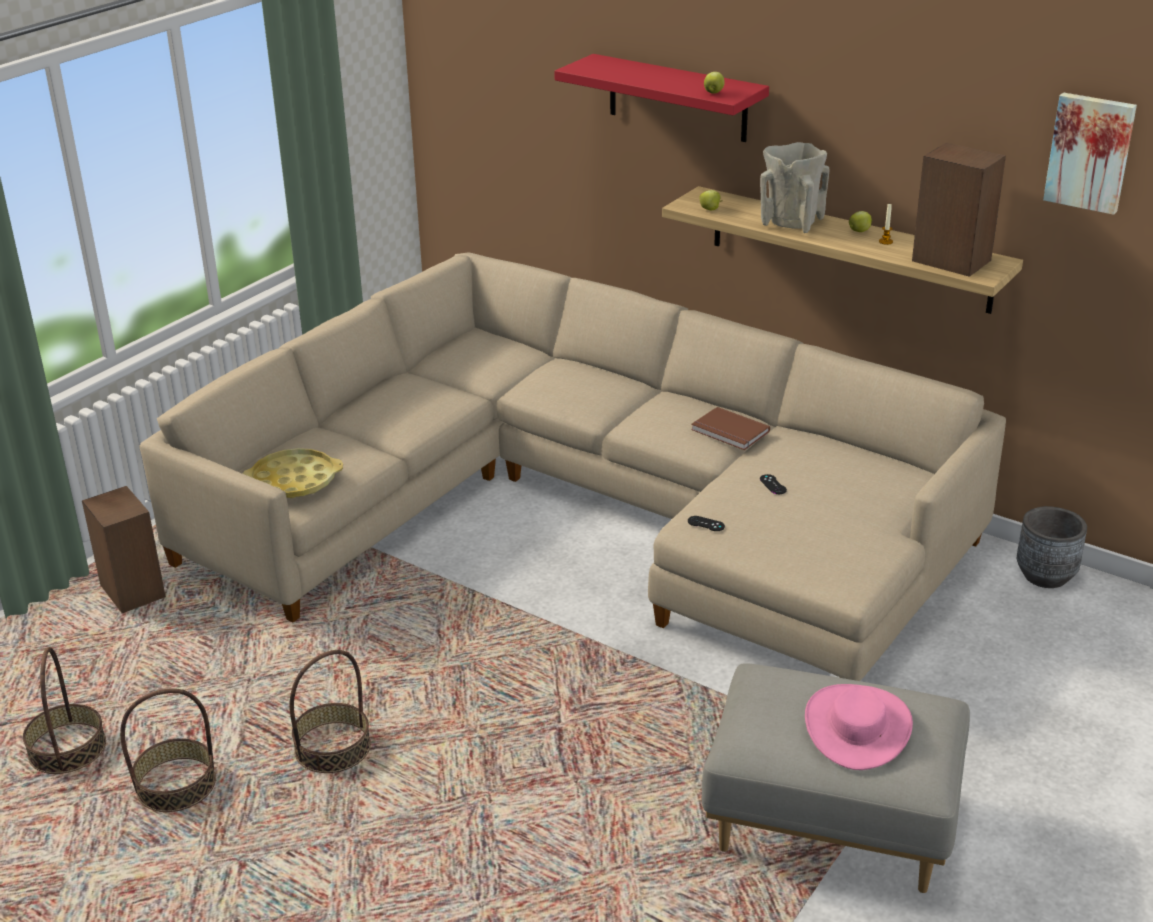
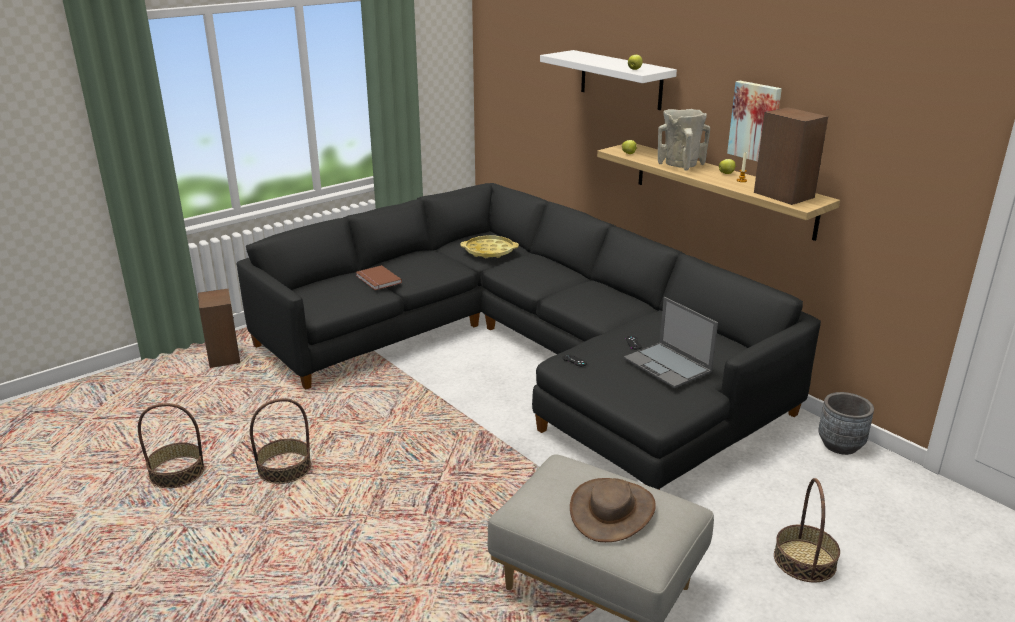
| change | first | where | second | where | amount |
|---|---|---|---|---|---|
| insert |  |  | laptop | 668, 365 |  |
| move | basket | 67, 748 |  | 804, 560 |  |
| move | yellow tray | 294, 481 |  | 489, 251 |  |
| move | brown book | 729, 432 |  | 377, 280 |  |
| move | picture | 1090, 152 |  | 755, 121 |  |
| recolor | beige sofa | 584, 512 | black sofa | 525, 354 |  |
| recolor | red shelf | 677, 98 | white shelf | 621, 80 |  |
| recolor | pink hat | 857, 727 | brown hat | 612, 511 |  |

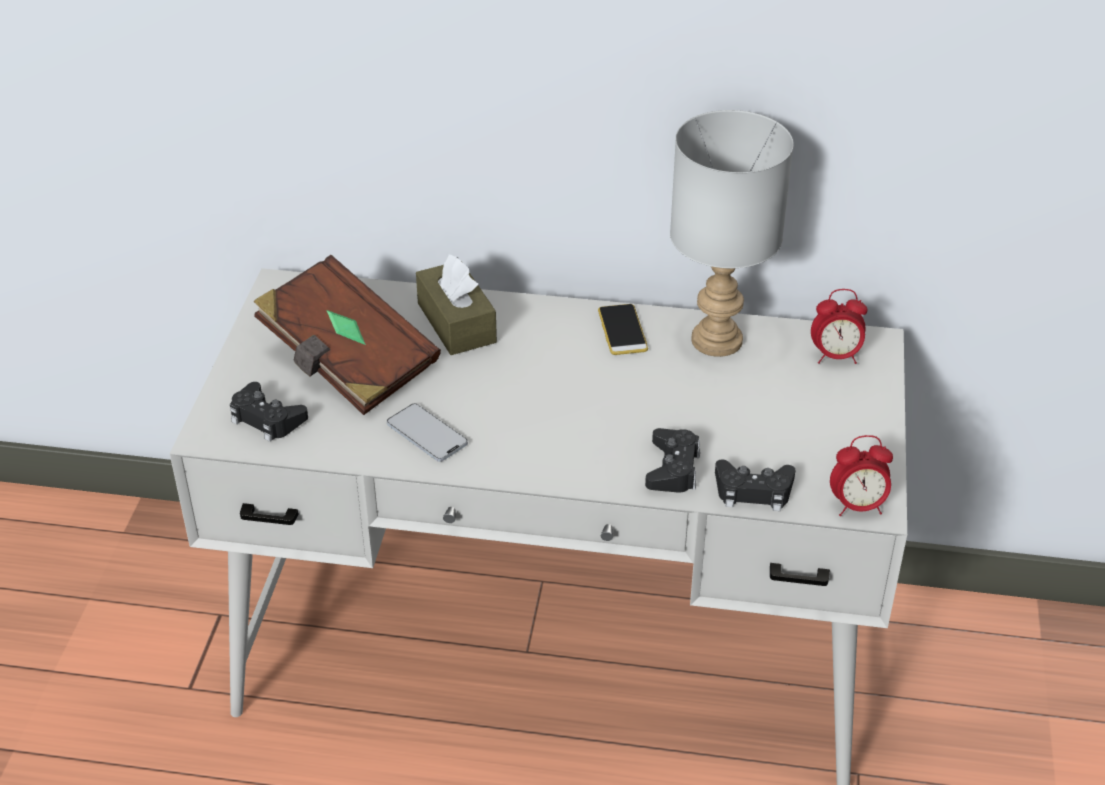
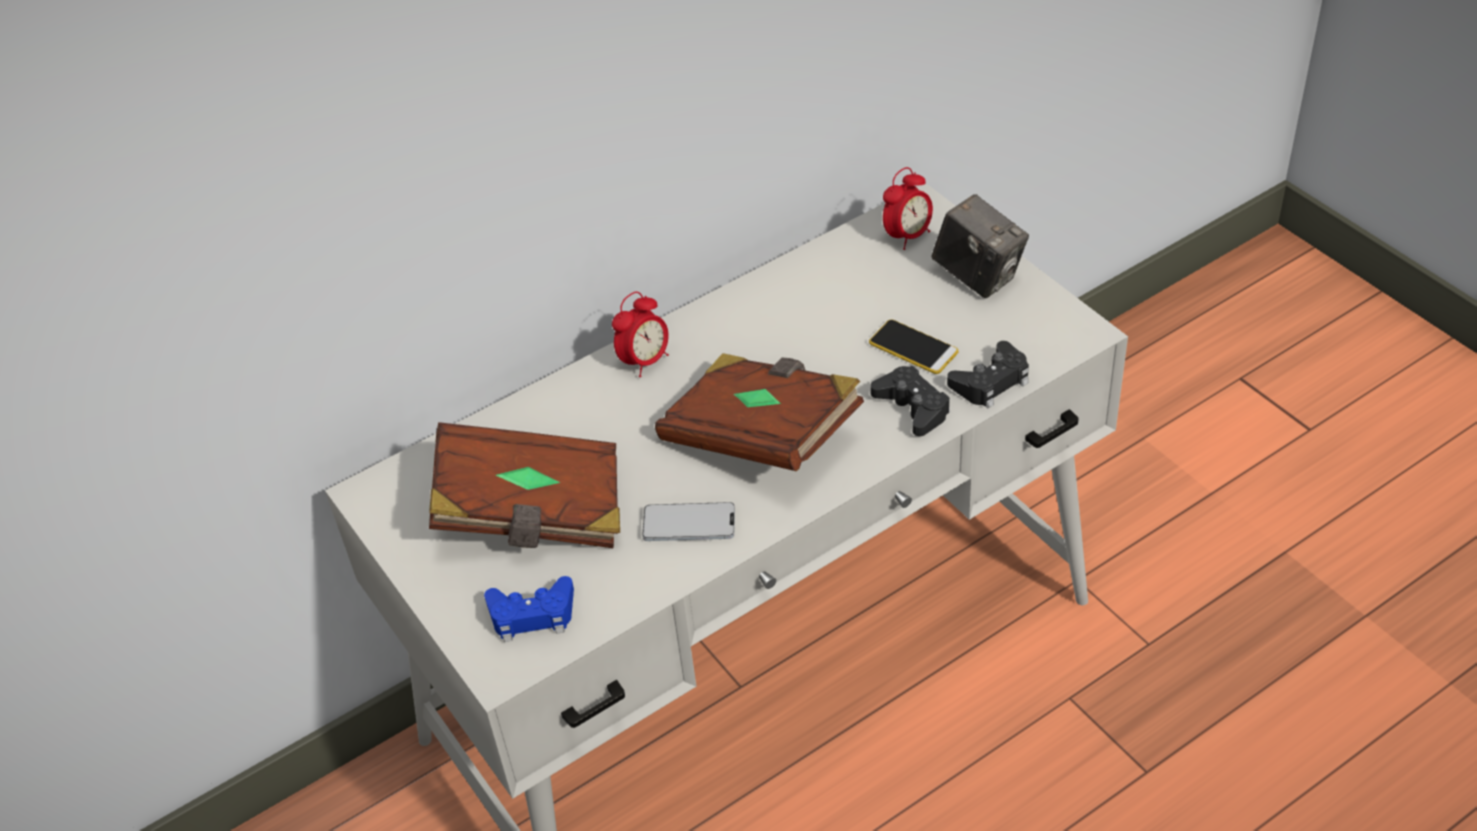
| change | first | where | second | where | amount |
|---|---|---|---|---|---|
| delete | brown tissue box | 456, 323 |  |  |  |
| delete | grey table lamp | 716, 339 |  |  |  |
| insert |  |  | brown book | 762, 436 |  |
| insert |  |  | photo camera | 978, 276 |  |
| move | phone | 622, 330 |  | 913, 347 |  |
| move | alarm clock | 857, 506 |  | 645, 361 |  |
| recolor | black game controller | 266, 418 | blue game controller | 532, 615 |  |

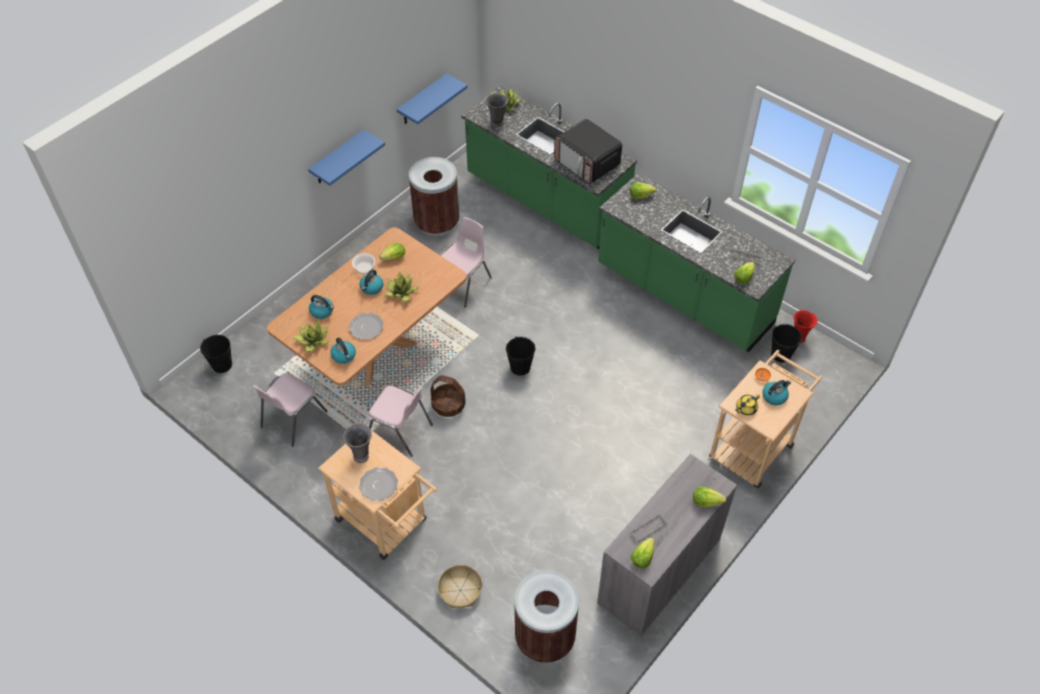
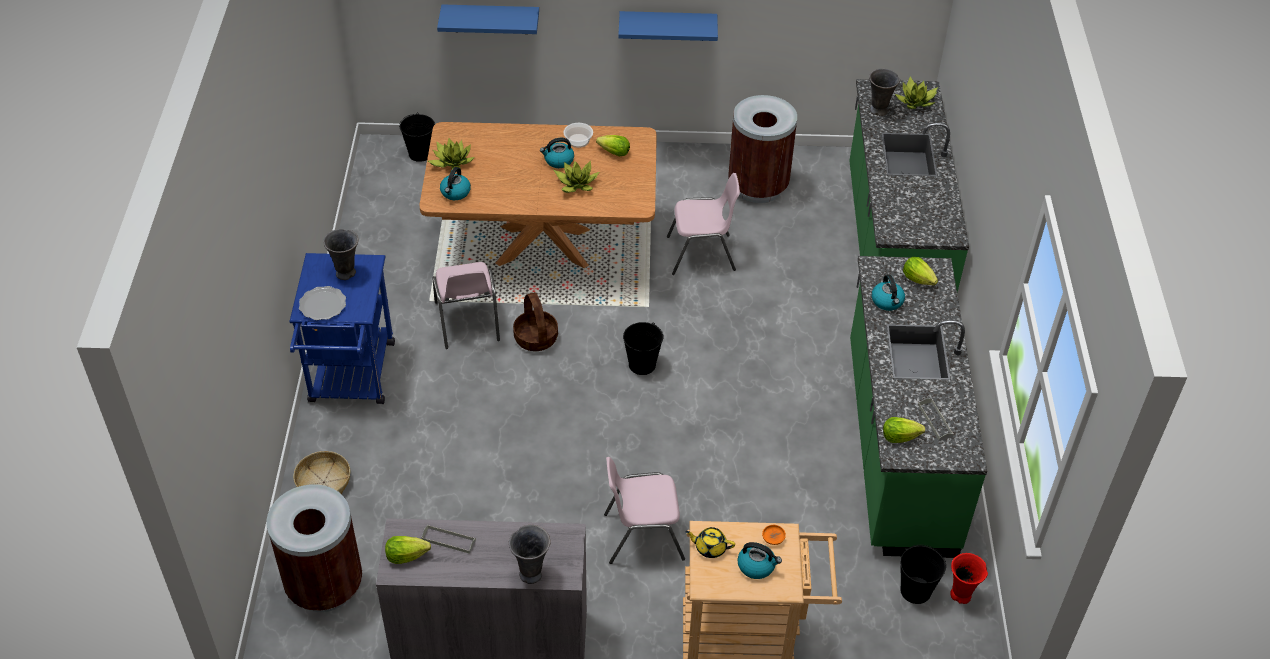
| change | first | where | second | where | amount |
|---|---|---|---|---|---|
| delete | plate | 366, 327 |  |  |  |
| delete | microwave | 587, 163 |  |  |  |
| move | pink chair | 292, 419 |  | 642, 535 |  |
| move | kettle | 322, 311 |  | 887, 301 |  |
| move | blue shelf | 422, 100 |  | 491, 19 |  |
| replace | lettuce | 706, 501 | grey vase | 531, 573 |  |
| recolor | beige cart | 387, 524 | blue cart | 351, 379 |  |

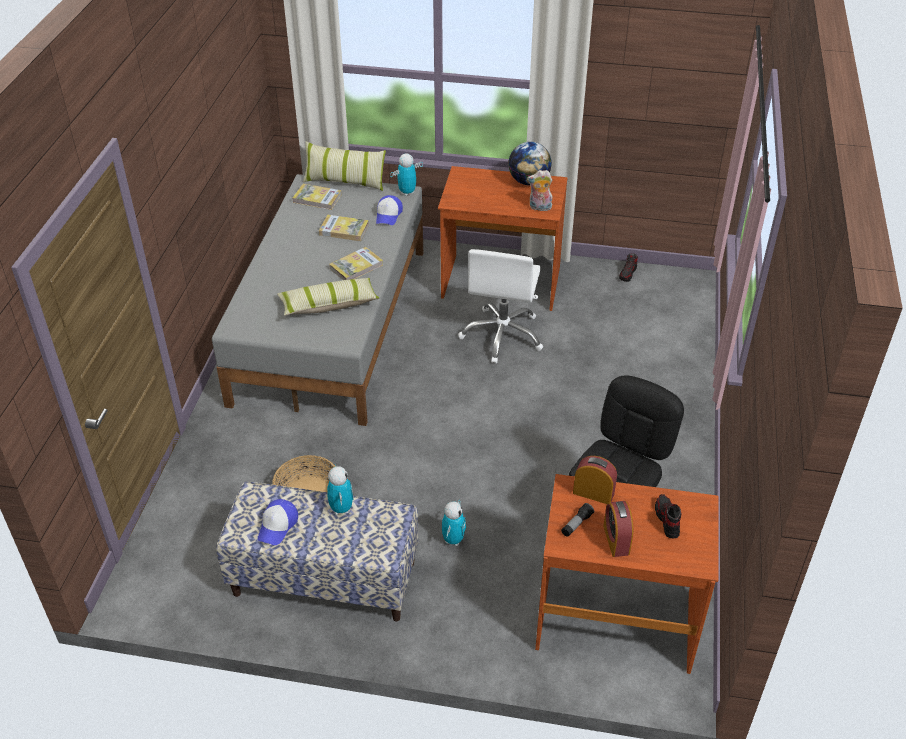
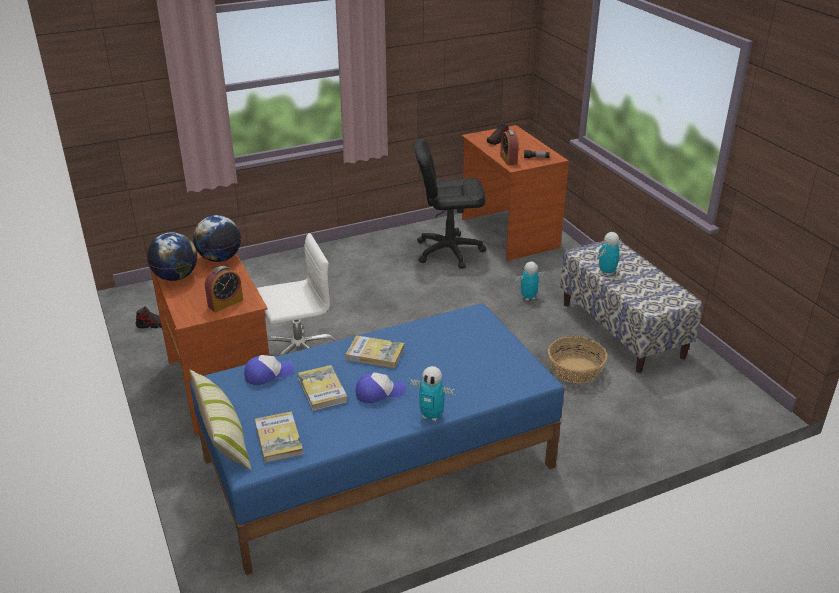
| change | first | where | second | where | amount |
|---|---|---|---|---|---|
| delete | pillow | 328, 305 |  |  |  |
| move | cap | 278, 526 |  | 379, 392 |  |
| move | toy robot | 407, 192 |  | 431, 415 |  |
| move | alarm clock | 616, 540 |  | 225, 303 |  |
| replace | plush toy | 539, 208 | globe | 220, 258 |  |
| recolor | grey bed | 333, 323 | blue bed | 377, 462 |  |

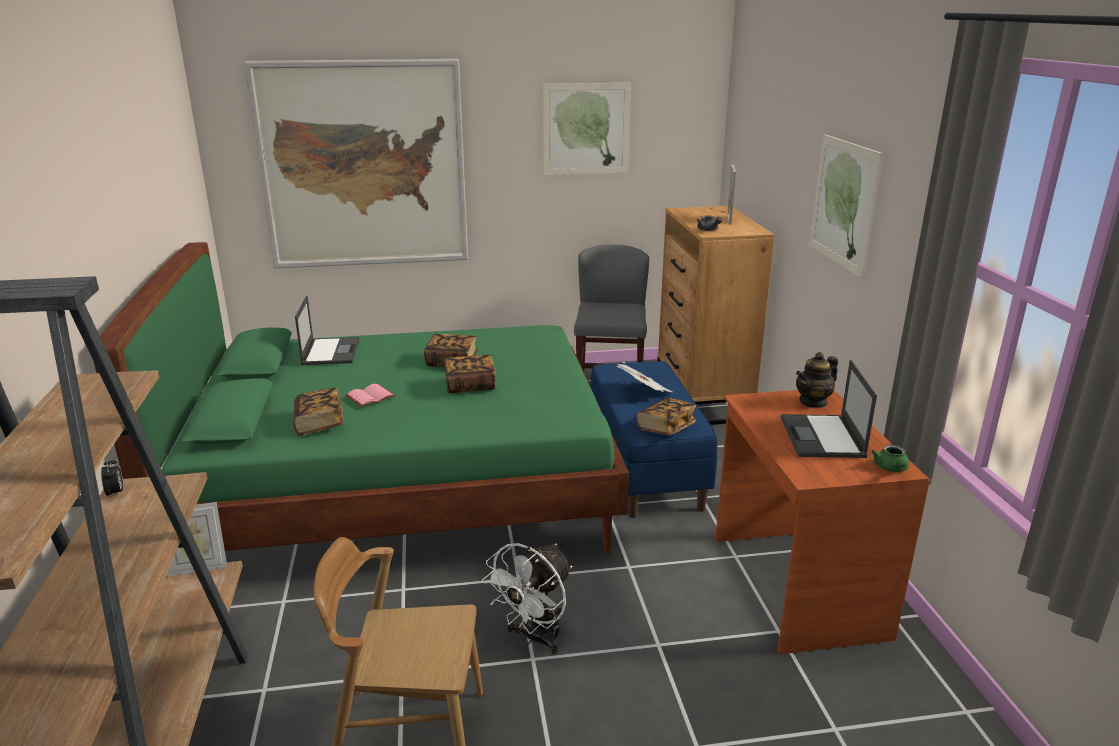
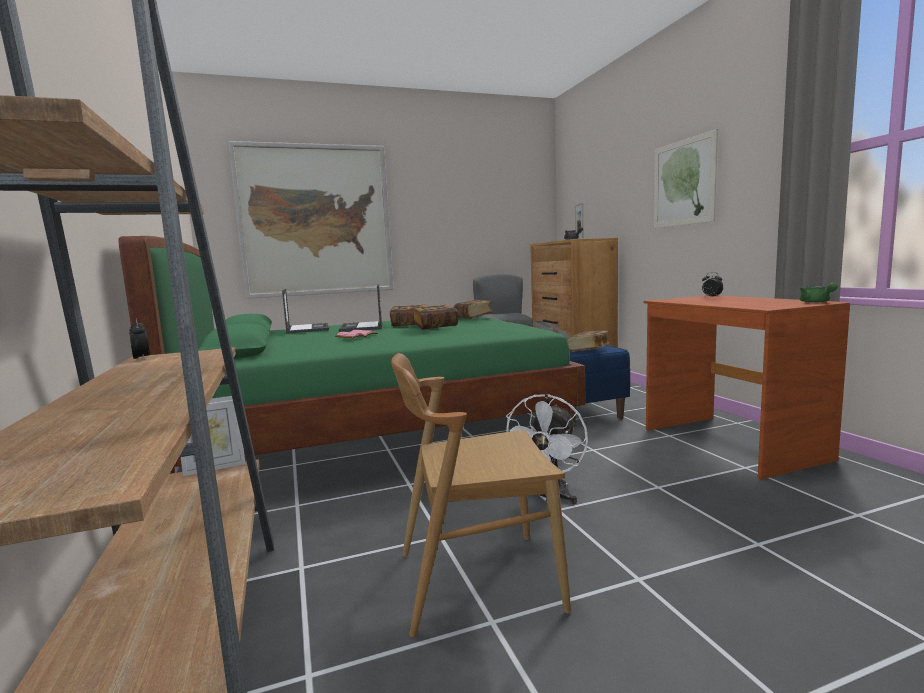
| change | first | where | second | where | amount |
|---|---|---|---|---|---|
| delete | picture | 586, 129 |  |  |  |
| move | book | 319, 423 |  | 473, 317 |  |
| move | laptop | 822, 437 |  | 362, 327 |  |
| replace | teapot | 813, 402 | alarm clock | 711, 297 |  |

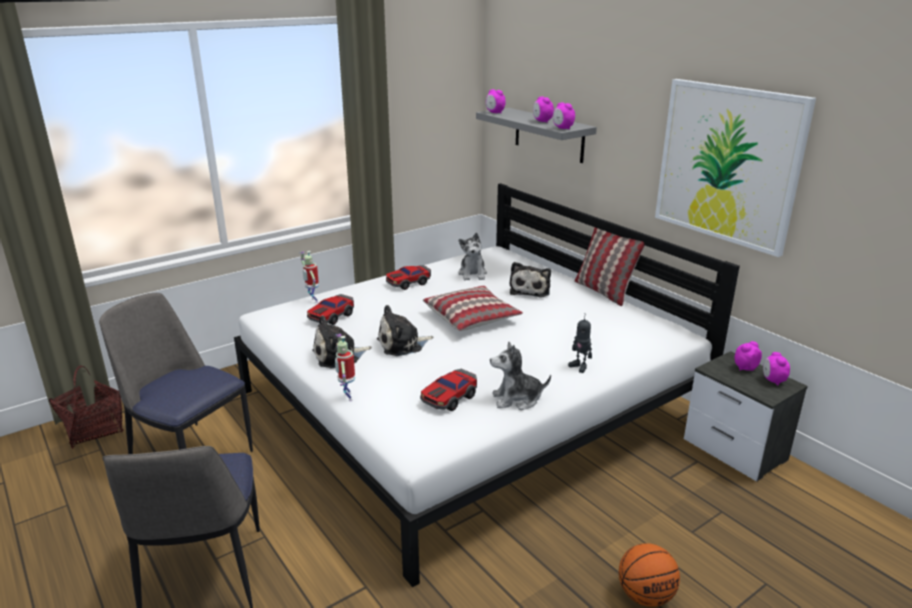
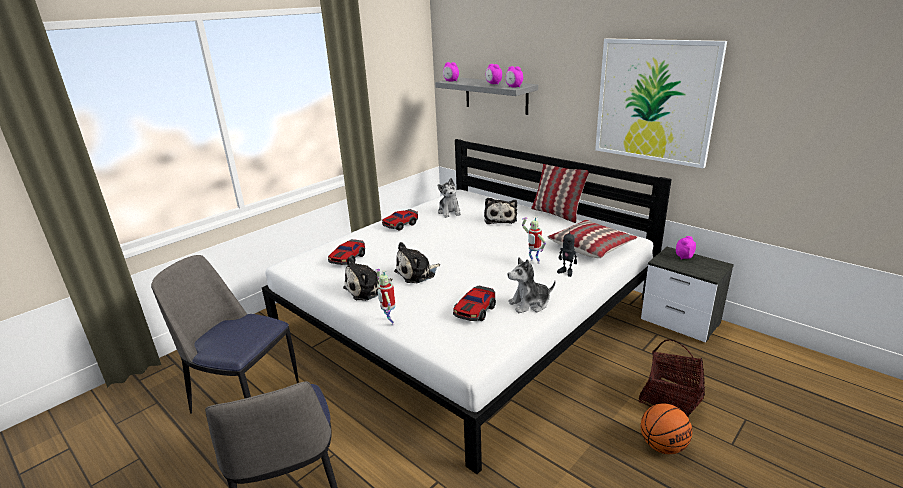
| change | first | where | second | where | amount |
|---|---|---|---|---|---|
| delete | alarm clock | 773, 380 |  |  |  |
| move | basket | 94, 429 |  | 670, 400 |  |
| move | toy robot | 313, 301 |  | 533, 262 |  |
| move | pillow | 471, 317 |  | 591, 246 |  |

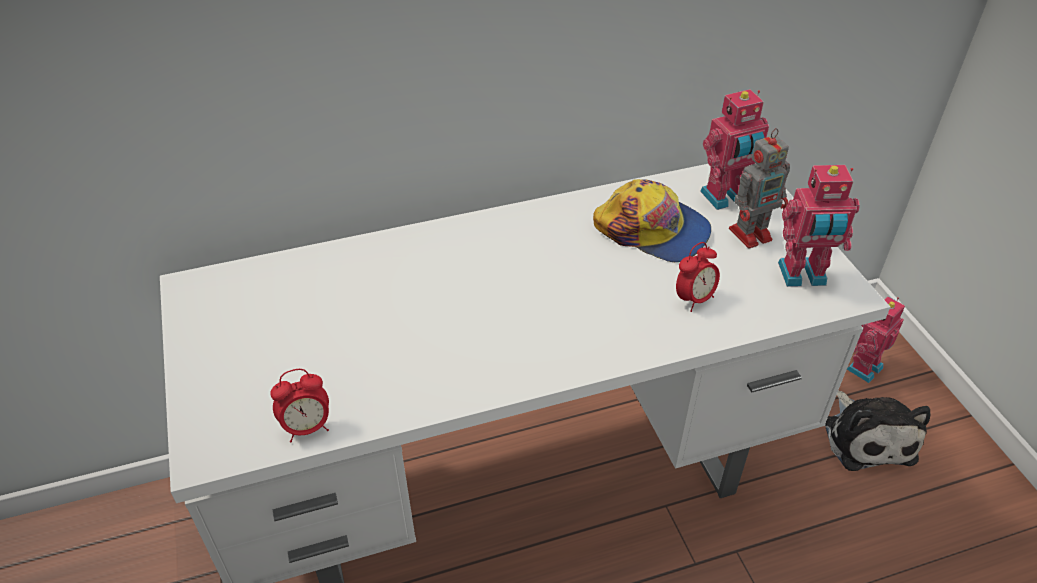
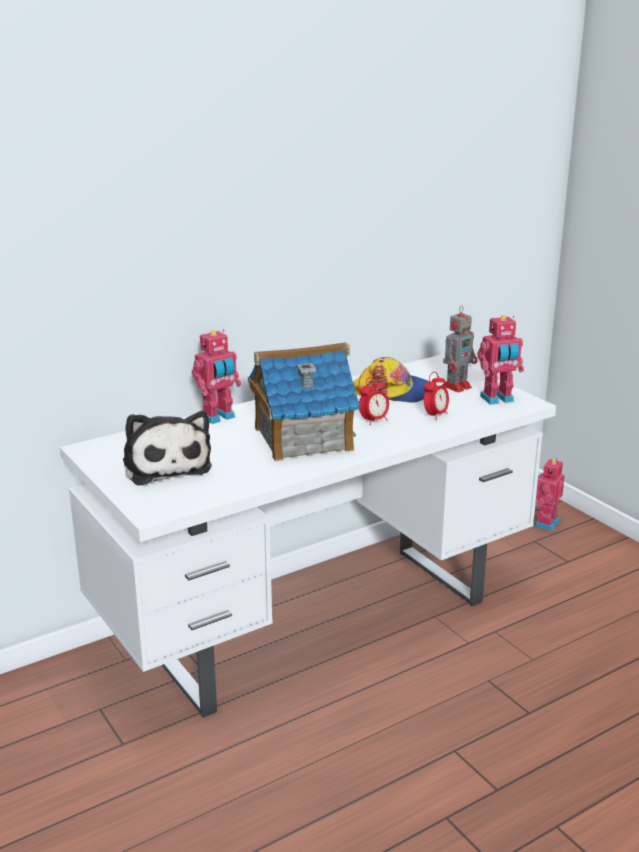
| change | first | where | second | where | amount |
|---|---|---|---|---|---|
| insert |  |  | toy house | 302, 438 |  |
| move | alarm clock | 307, 427 |  | 373, 421 |  |
| move | toy robot | 725, 198 |  | 218, 417 |  |
| move | plush toy | 867, 437 |  | 166, 465 |  |

